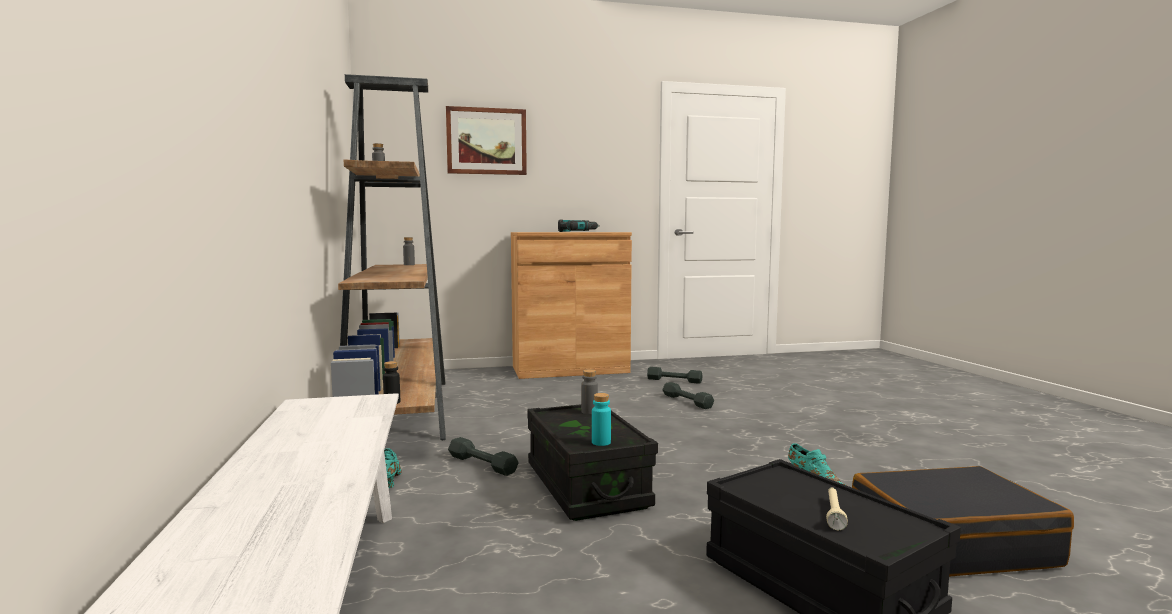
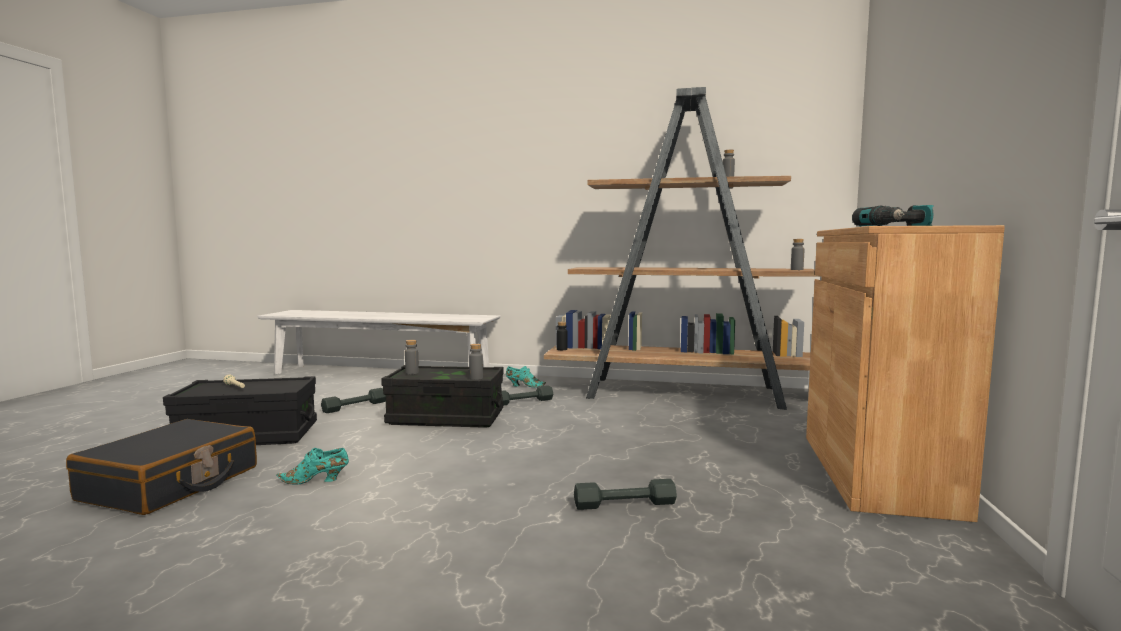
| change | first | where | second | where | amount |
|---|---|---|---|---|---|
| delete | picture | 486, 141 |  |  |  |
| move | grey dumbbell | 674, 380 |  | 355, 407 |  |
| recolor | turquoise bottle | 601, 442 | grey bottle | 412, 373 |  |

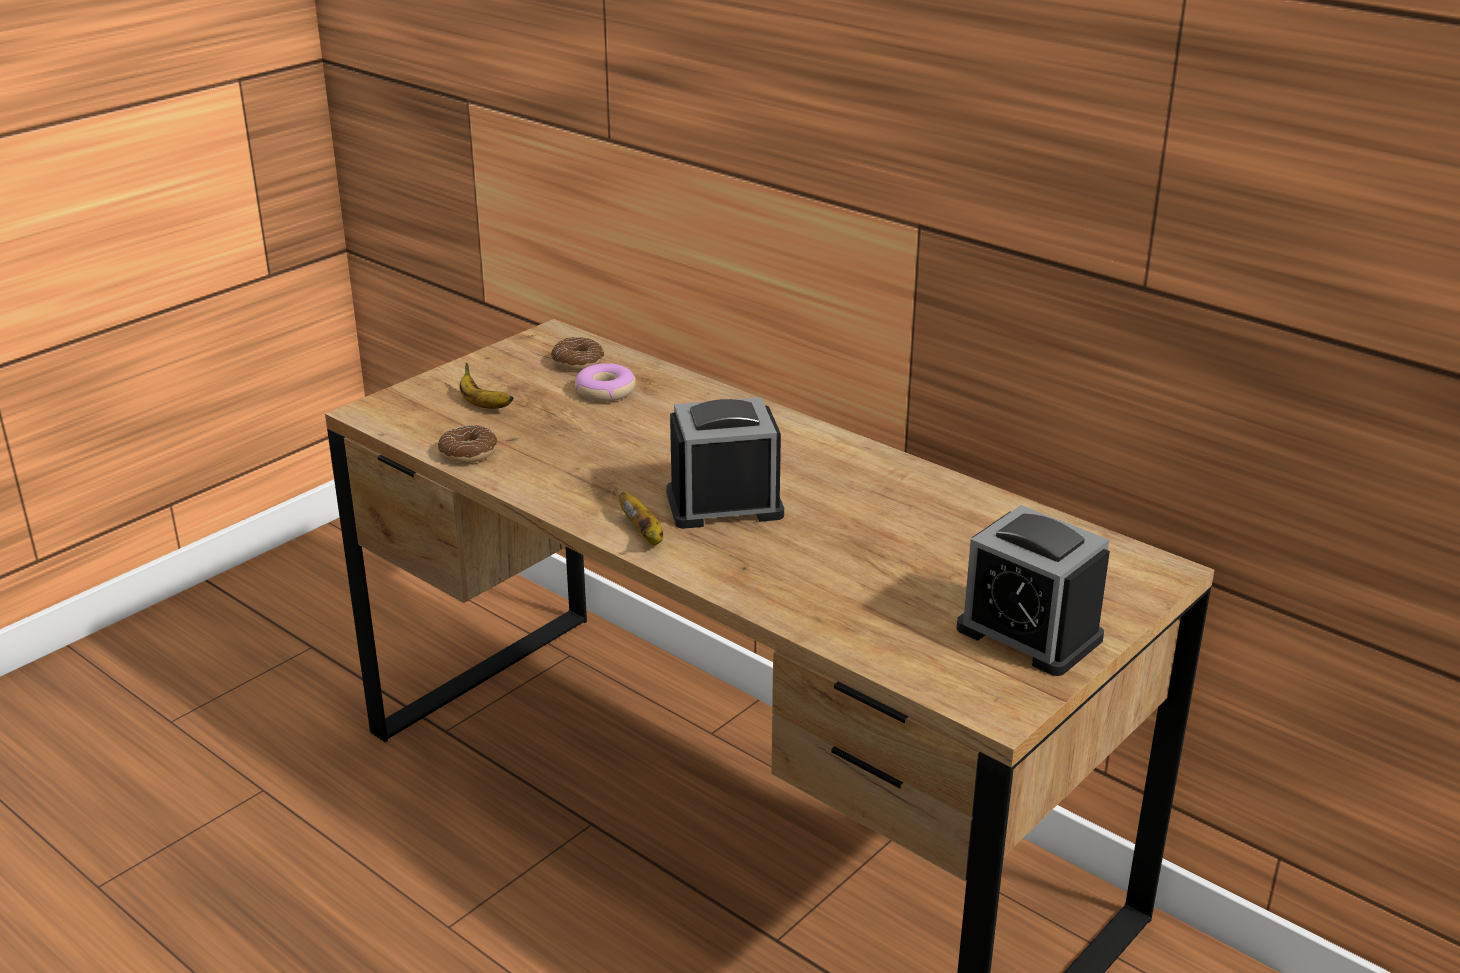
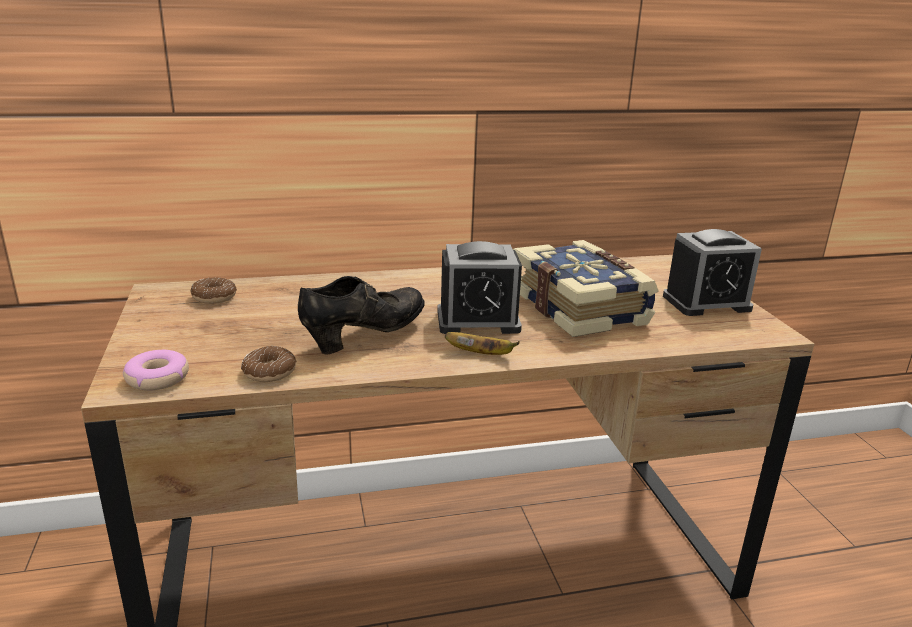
| change | first | where | second | where | amount |
|---|---|---|---|---|---|
| delete | banana | 483, 405 |  |  |  |
| insert |  |  | black shoe | 366, 336 |  |
| insert |  |  | book | 580, 307 |  |
| move | donut | 605, 391 |  | 157, 378 |  |
| rotate | alarm clock | 724, 504 |  | 478, 321 | 120 degrees counterclockwise |

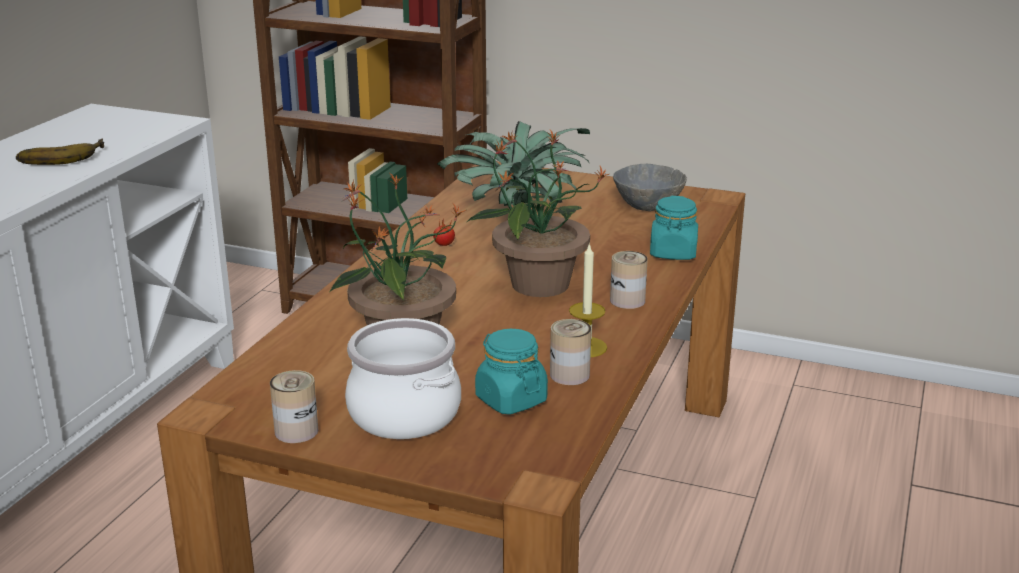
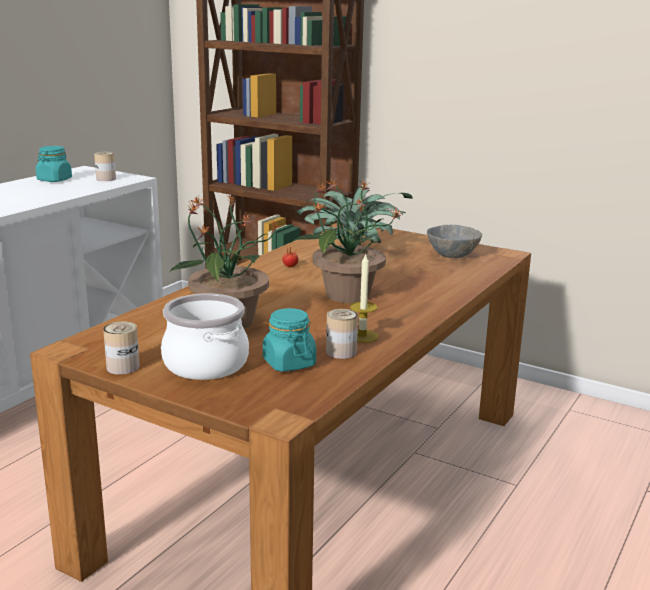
| change | first | where | second | where | amount |
|---|---|---|---|---|---|
| delete | banana | 60, 157 |  |  |  |
| move | can | 627, 300 |  | 106, 179 |  |
| move | turquoise jar | 673, 253 |  | 54, 180 |  |

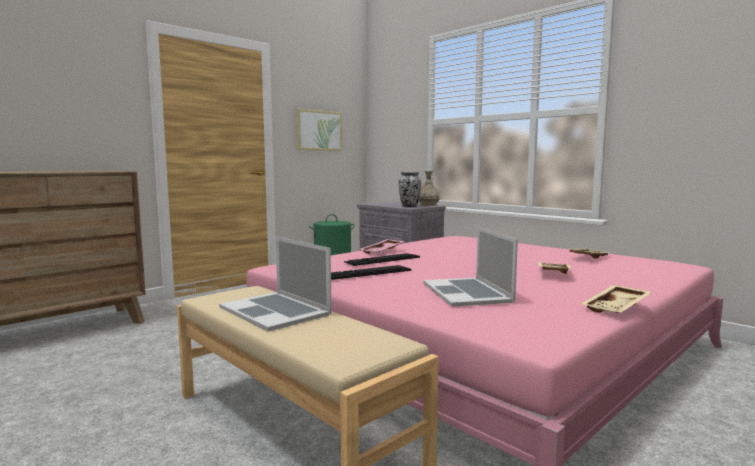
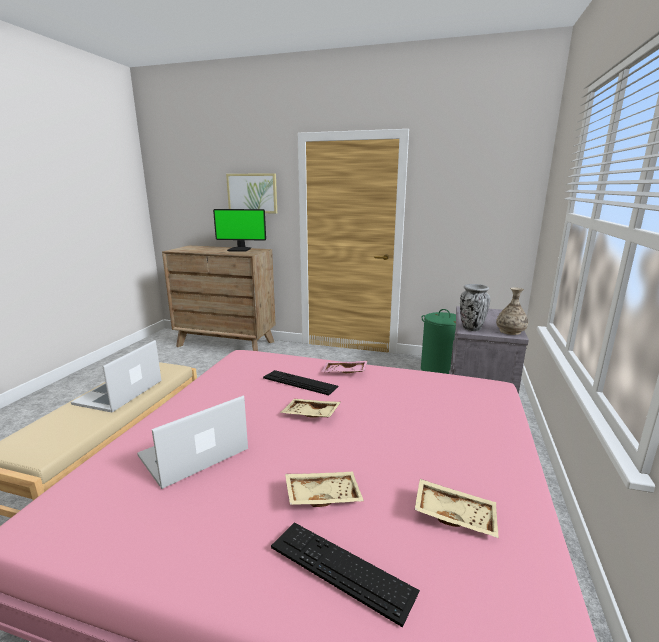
| change | first | where | second | where | amount |
|---|---|---|---|---|---|
| insert |  |  | monitor | 240, 249 |  |
| move | picture | 319, 130 |  | 252, 193 |  |
| move | keyboard | 367, 272 |  | 341, 568 |  |
| move | beige tray | 617, 308 |  | 310, 415 |  |

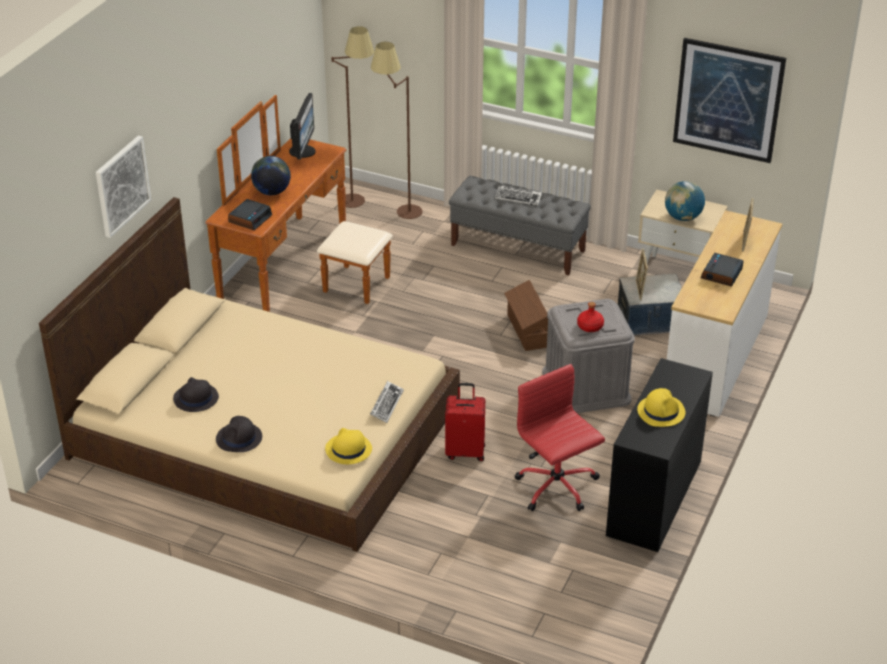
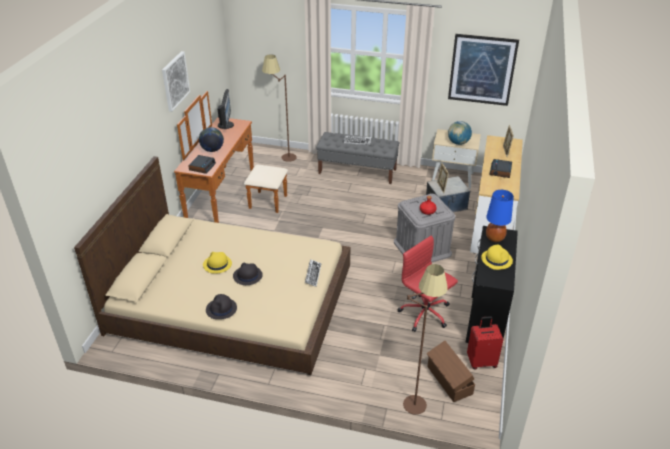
| change | first | where | second | where | amount |
|---|---|---|---|---|---|
| insert |  |  | blue table lamp | 494, 238 |  |
| move | picture | 121, 185 |  | 175, 81 |  |
| move | black hat | 195, 398 |  | 247, 276 |  |
| move | yellow hat | 348, 449 |  | 217, 264 |  |
| move | brown floor lamp | 358, 195 |  | 417, 396 |  |
| move | red suitcase | 465, 451 |  | 481, 361 |  |
| move | brown storage box | 529, 331 |  | 449, 381 |  |

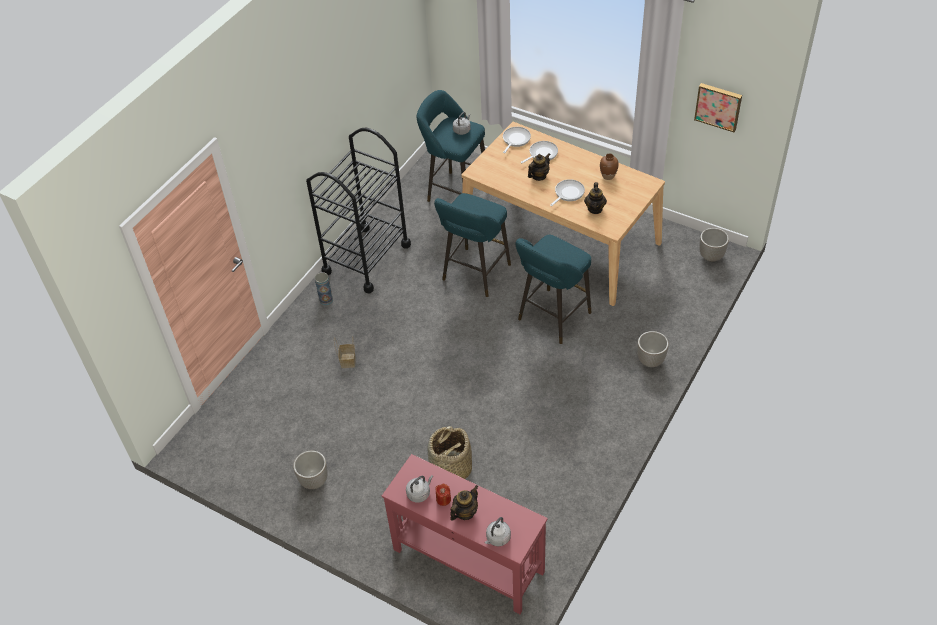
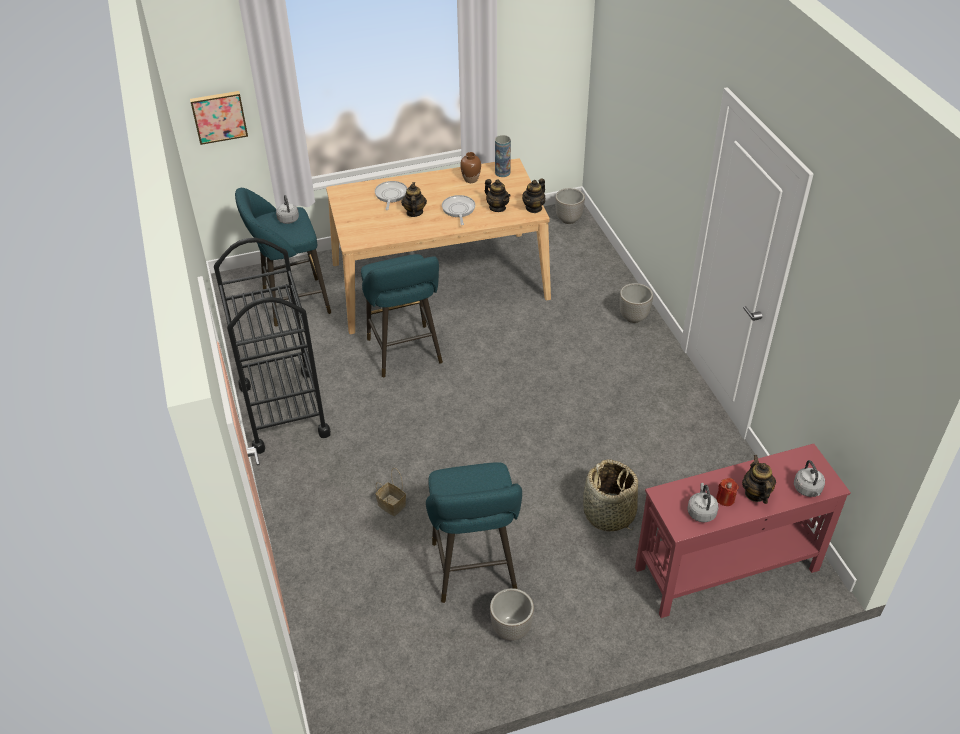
| change | first | where | second | where | amount |
|---|---|---|---|---|---|
| delete | frying pan | 515, 140 |  |  |  |
| insert |  |  | teapot | 534, 208 |  |
| move | vase | 326, 300 |  | 502, 173 |  |
| move | turquoise stool | 552, 318 |  | 475, 572 |  |
| move | picture | 718, 106 |  | 219, 116 |  |

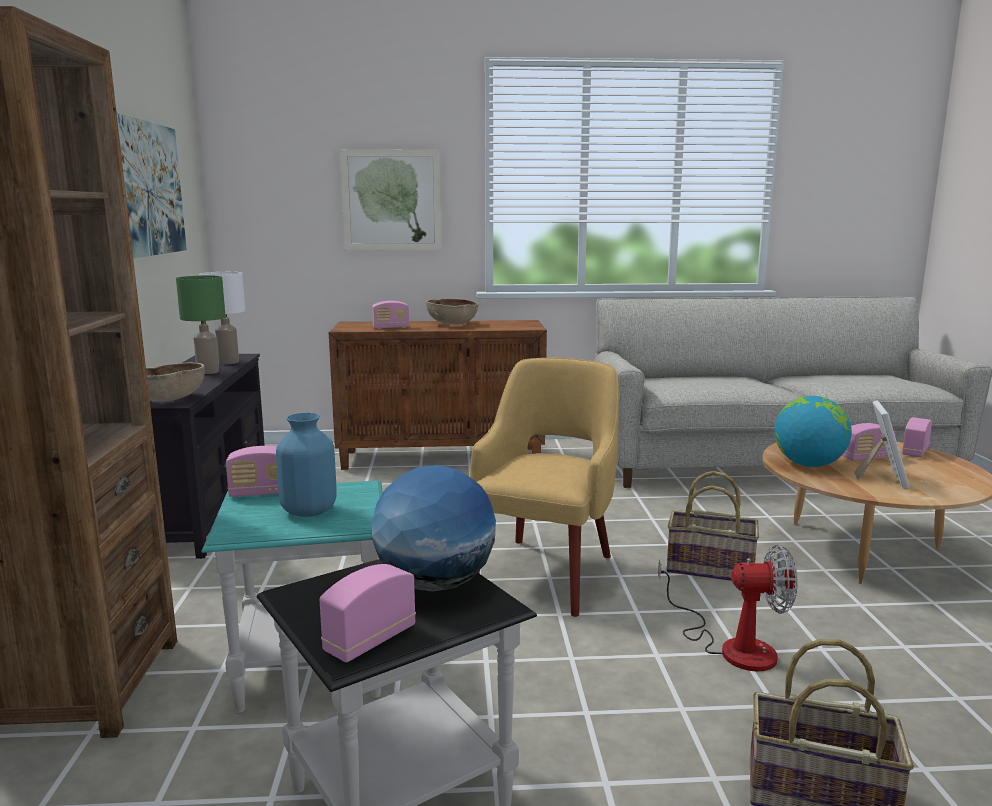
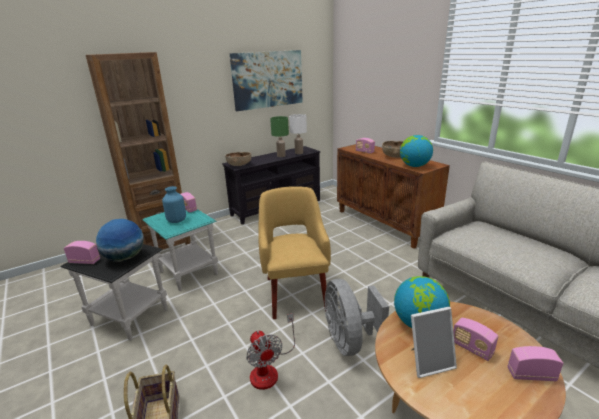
| change | first | where | second | where | amount |
|---|---|---|---|---|---|
| delete | picture | 391, 200 |  |  |  |
| insert |  |  | globe | 414, 166 |  |
| replace | basket | 710, 568 | grey fan | 350, 340 |  |
| rotate | yellow armchair | 546, 572 |  | 295, 292 | 90 degrees counterclockwise |

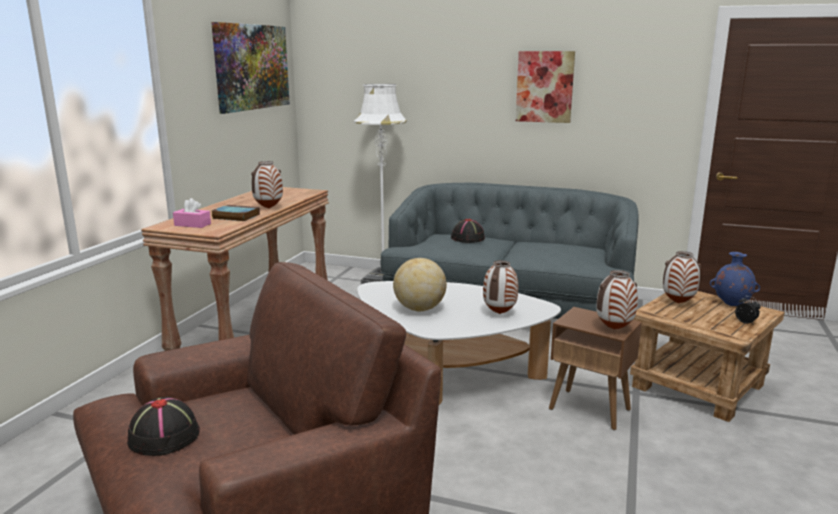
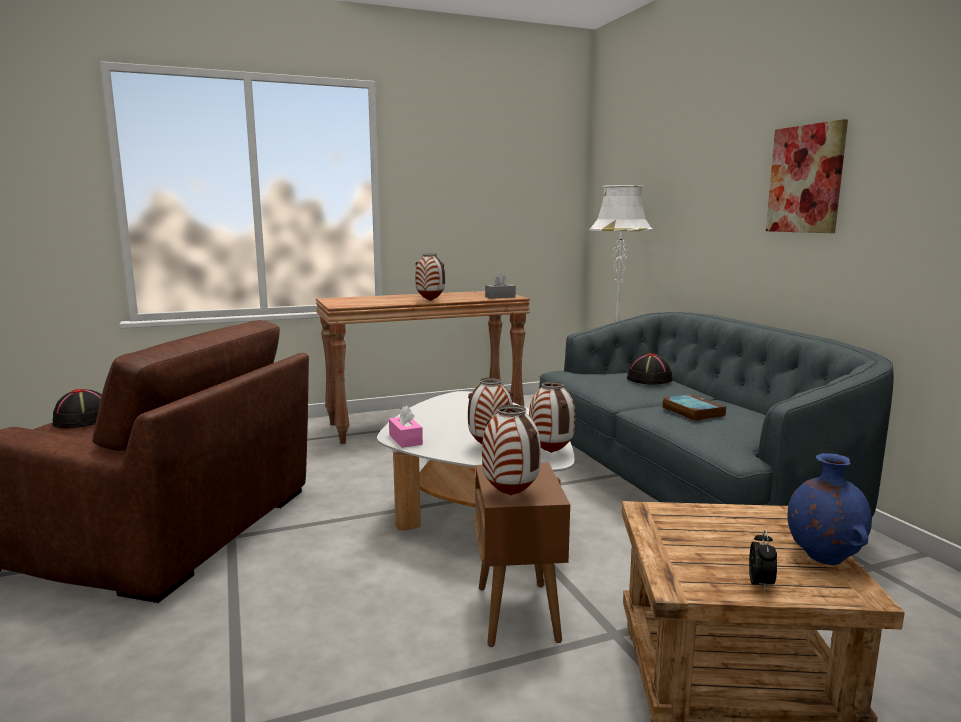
| change | first | where | second | where | amount |
|---|---|---|---|---|---|
| delete | picture | 252, 67 |  |  |  |
| delete | globe | 419, 309 |  |  |  |
| insert |  |  | grey tissue box | 500, 297 |  |
| move | pink tissue box | 192, 224 |  | 405, 439 |  |
| move | book | 235, 216 |  | 691, 411 |  |
| move | vase | 678, 303 |  | 552, 452 |  |

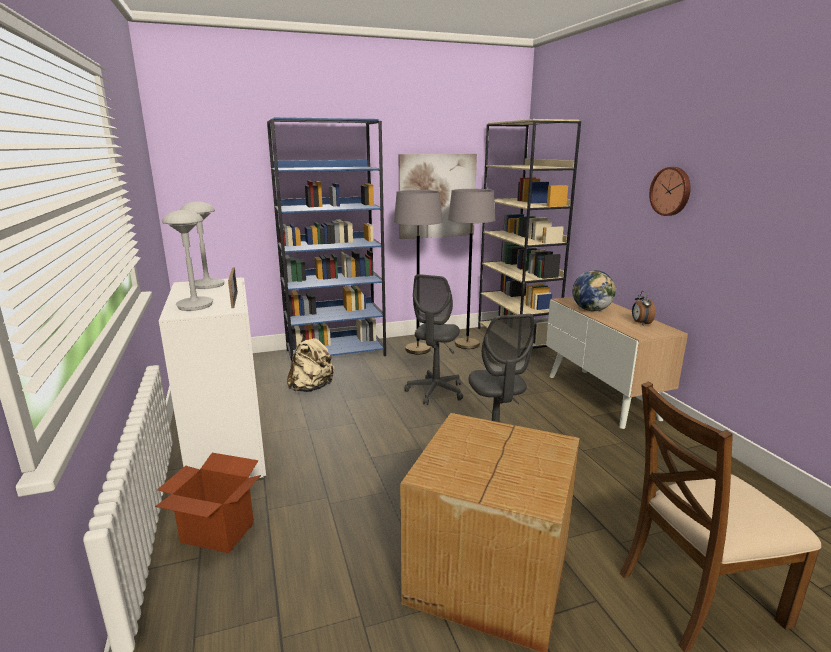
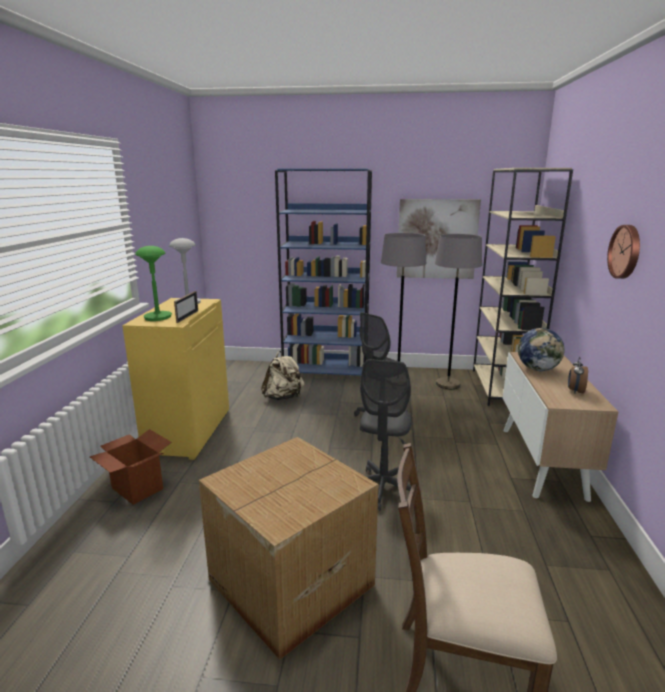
| change | first | where | second | where | amount |
|---|---|---|---|---|---|
| recolor | white cabinet | 226, 449 | yellow cabinet | 188, 431 |  |
| recolor | grey table lamp | 194, 305 | green table lamp | 158, 317 |  |

